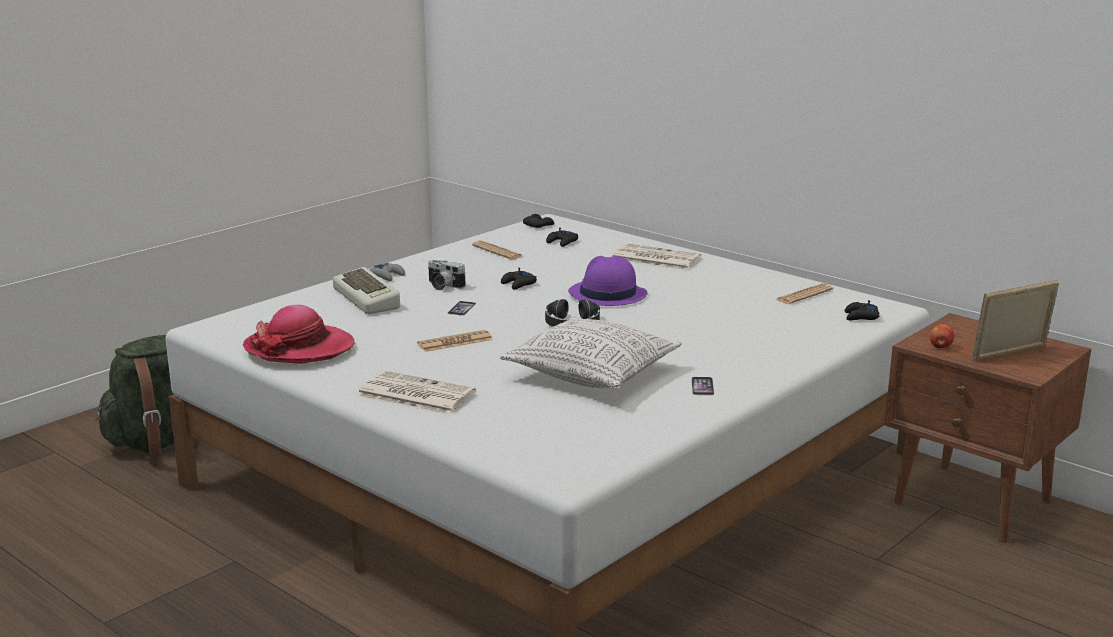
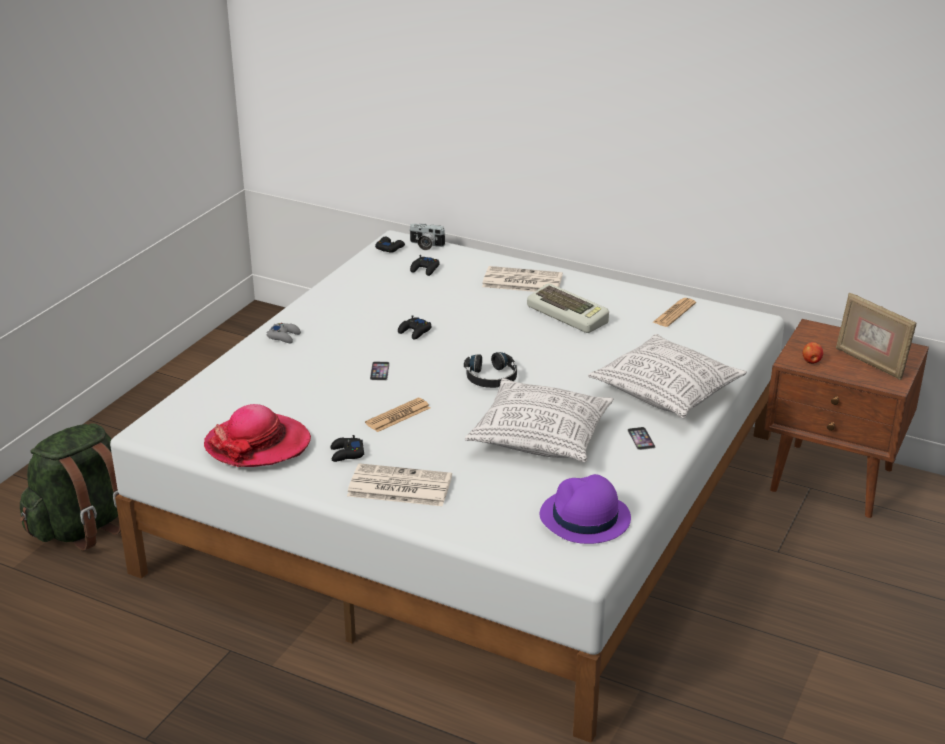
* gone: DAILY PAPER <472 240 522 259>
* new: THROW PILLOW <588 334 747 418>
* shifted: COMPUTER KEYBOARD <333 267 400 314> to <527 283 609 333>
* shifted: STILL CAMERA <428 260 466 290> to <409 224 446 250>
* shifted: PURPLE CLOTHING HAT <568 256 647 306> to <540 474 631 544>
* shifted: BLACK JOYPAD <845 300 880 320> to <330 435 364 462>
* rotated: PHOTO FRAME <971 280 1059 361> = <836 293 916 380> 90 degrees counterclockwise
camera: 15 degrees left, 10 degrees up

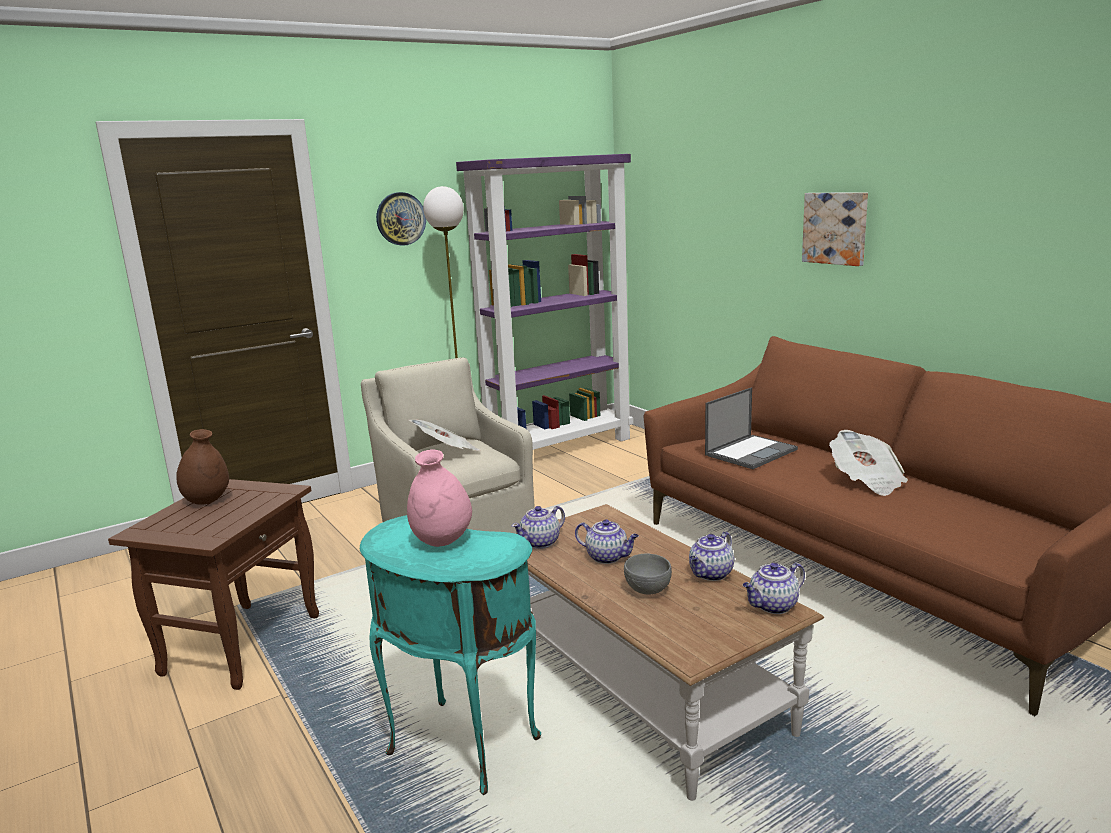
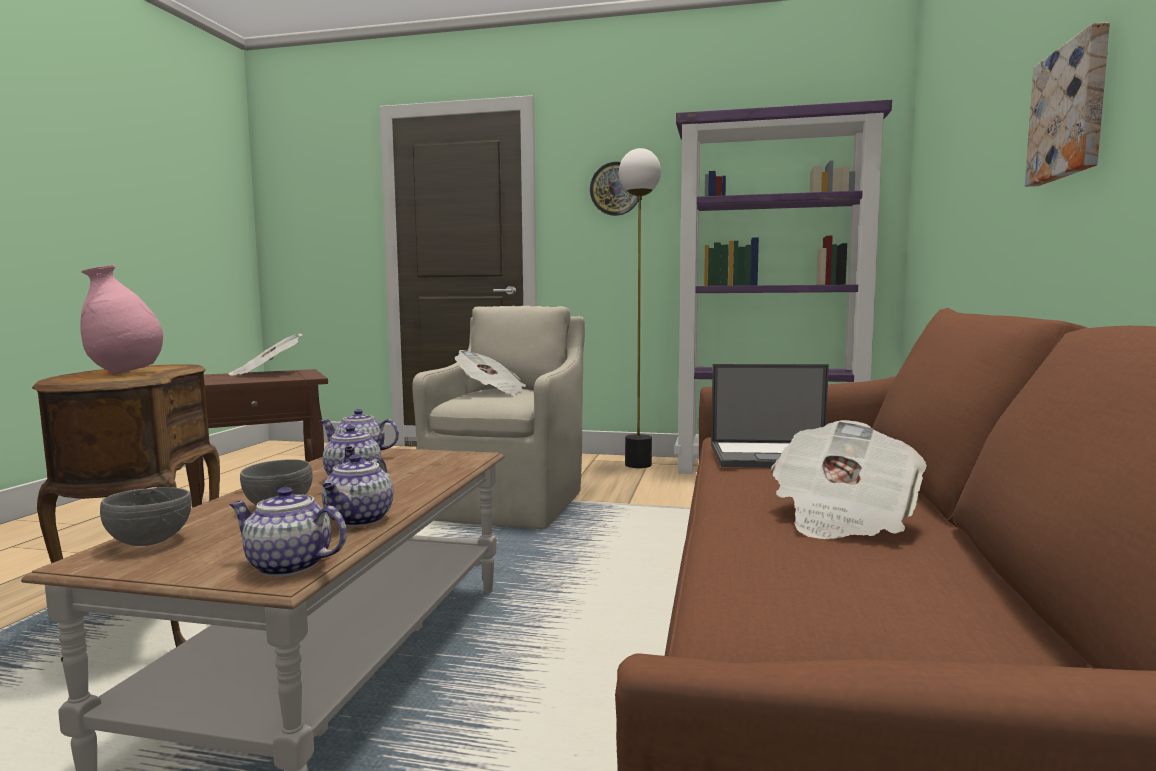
* new: GREY SERVING BOWL <100 487 191 546>
* swapped: BROWNISH VASE <176 429 229 505> to DAILY PAPER <228 334 302 375>
* repainted: BLUE-GREEN ACCENT TABLE <360 515 541 795> to BROWNISH ACCENT TABLE <32 364 220 662>
* rotated: POT FOR TEA <689 532 734 581> = <322 454 393 527> 75 degrees counterclockwise
camera: 45 degrees right, 10 degrees down

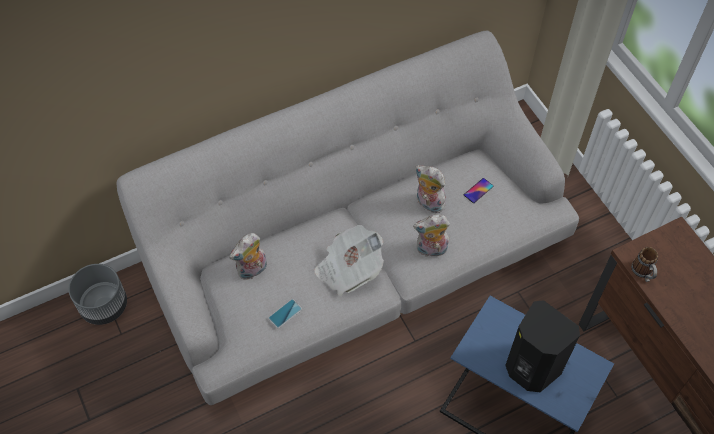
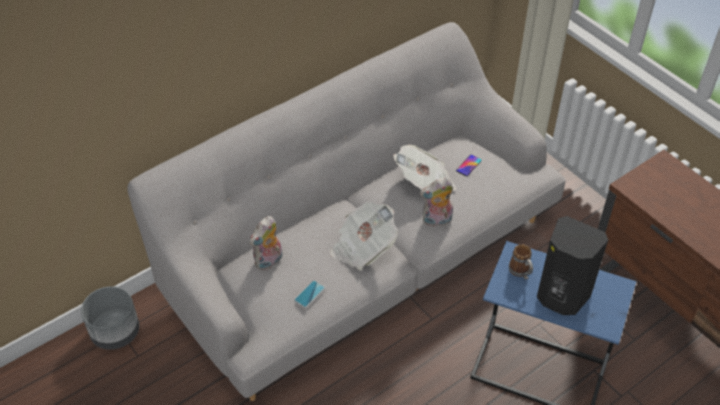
* shifted: COFFEE MUG <631 247 658 282> to <509 244 533 280>
* swapped: CUDDLY TOY <415 165 448 213> to DAILY PAPER <393 145 456 191>
camera: 10 degrees left, 10 degrees down

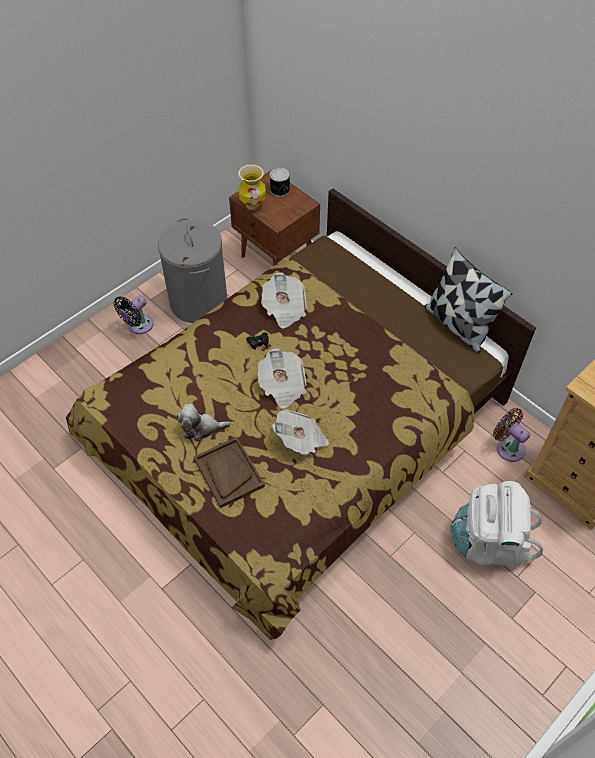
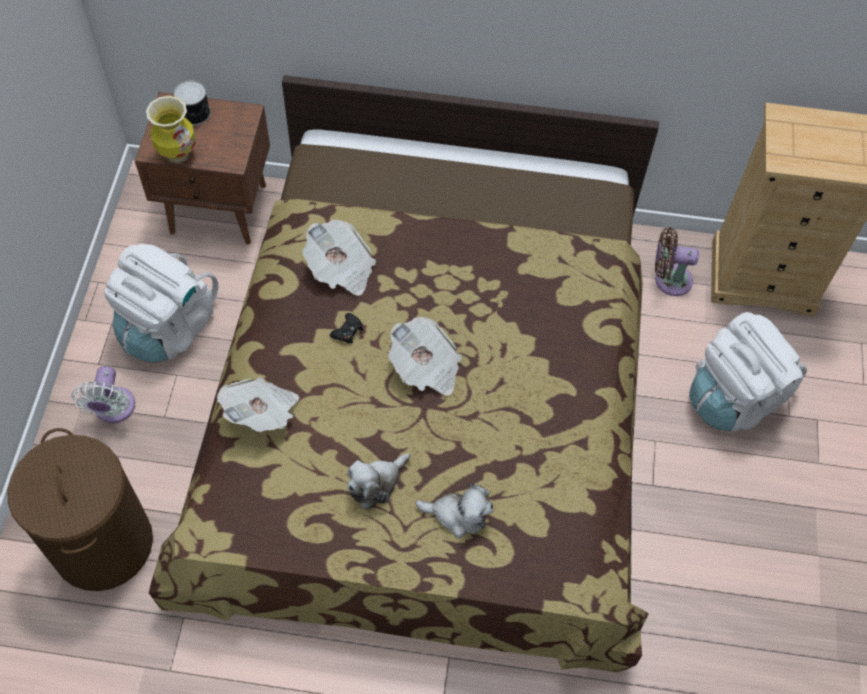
* gone: THROW PILLOW <425 247 513 353>
* new: BROWNISH HAMPER <7 428 153 591>
* shifted: DAILY PAPER <272 409 329 455> to <217 377 299 432>
* swapped: GREY HAMPER <158 218 227 323> to WHITE KNAPSACK <104 244 218 362>
* swapped: BROWNISH CARRYING TRAY <194 437 265 508> to CUDDLY TOY <415 483 493 538>
* repainted: BLACK COOLING FAN <114 296 154 334> to WHITE COOLING FAN <71 366 135 423>
camera: 40 degrees left, 5 degrees up

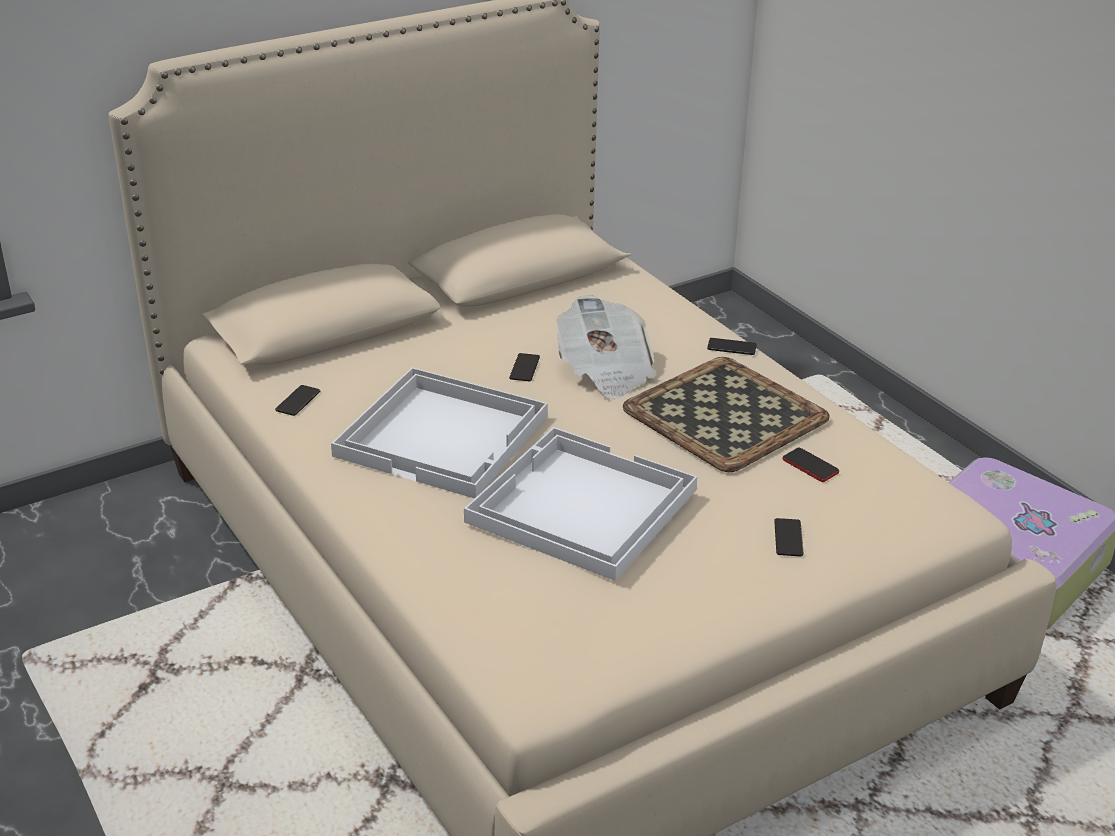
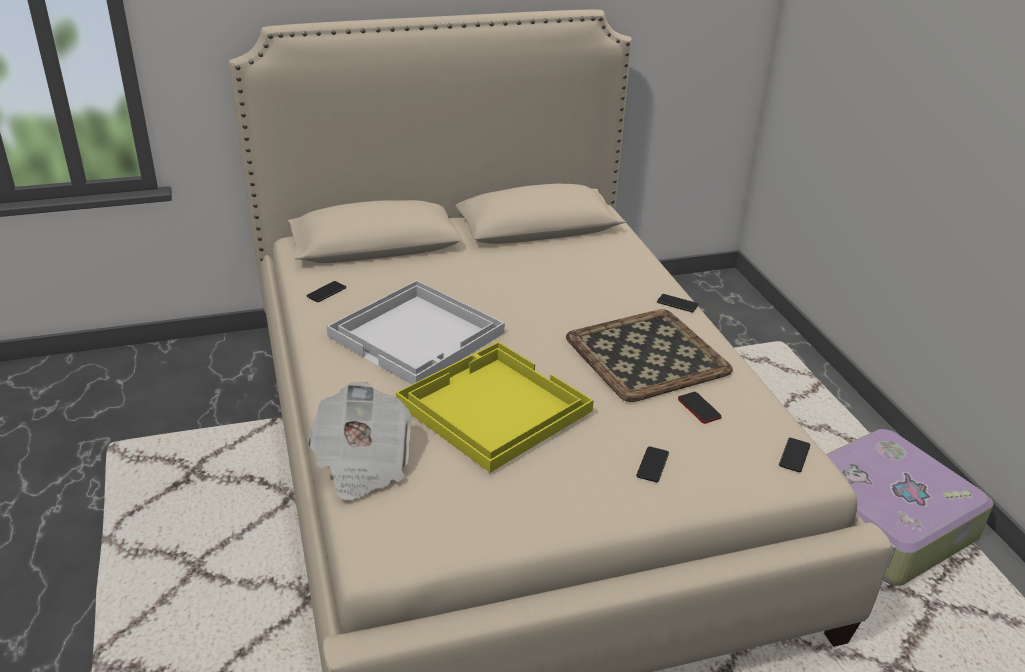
* shifted: PHONE <509 353 540 381> to <779 438 810 472>
* shifted: DAILY PAPER <556 295 656 400> to <308 382 412 500>
* repainted: WHITE CARRYING TRAY <464 427 697 581> to YELLOW-COLOURED CARRYING TRAY <396 342 594 473>
camera: 15 degrees right, 0 degrees up

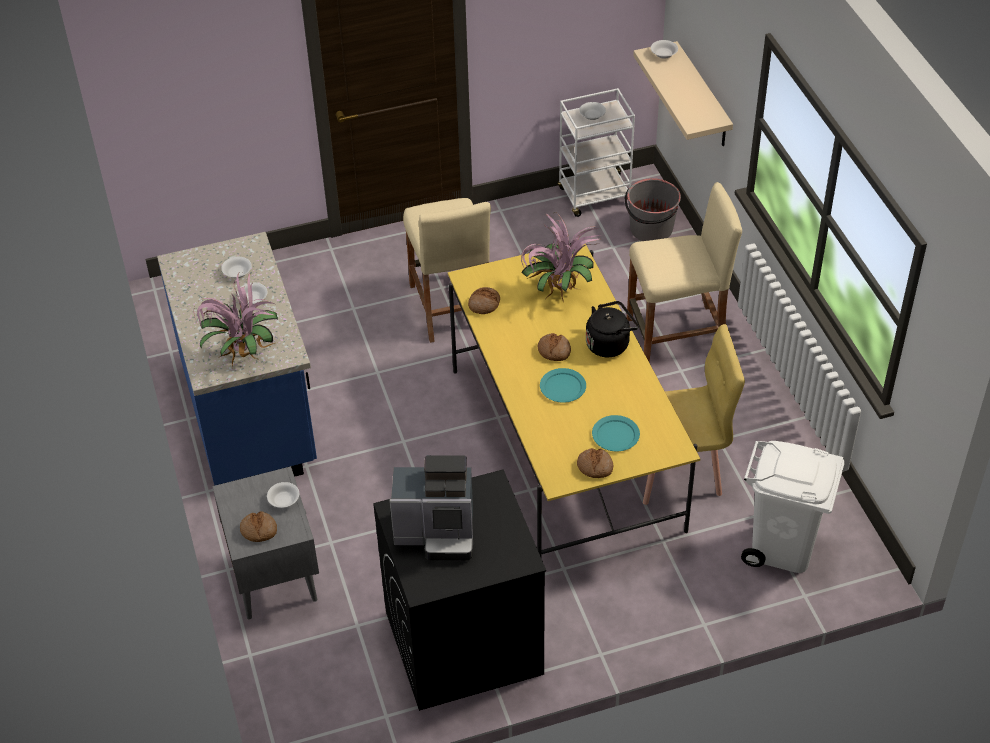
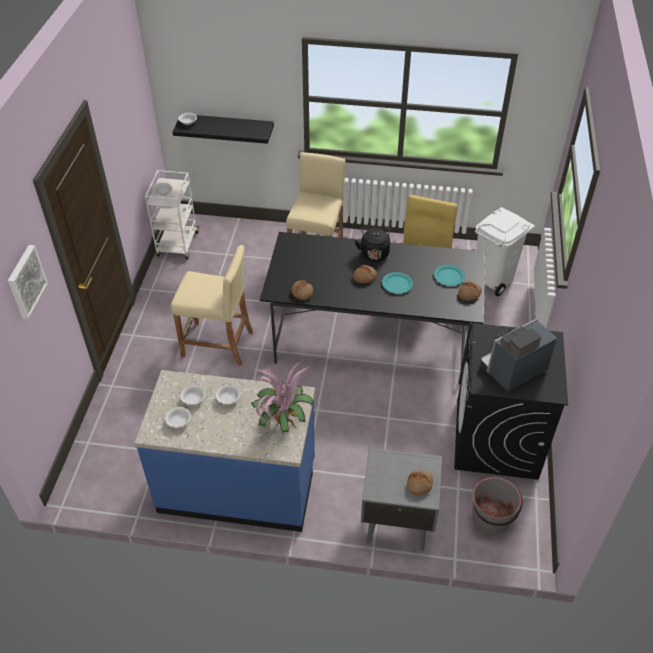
* gone: HOUSEPLANT <521 212 602 302>
* new: WALL PICTURE <8 245 48 319>
* shifted: WHITE SERVING BOWL <267 482 299 508> to <165 407 191 428>
* shifted: GREY WATER BUCKET <625 178 681 241> to <472 477 523 535>
* repainted: YELLOW-COLOURED KITCHEN TABLE <448 240 700 557> to BLACK KITCHEN TABLE <260 232 485 384>
* repainted: SAND-COLOURED WALL SHELF <633 41 733 146> to BLACK WALL SHELF <172 115 274 144>
* rotated: COFFEE MAKER <389 455 473 560> = <480 318 557 392> 150 degrees counterclockwise
camera: 65 degrees left, 0 degrees up

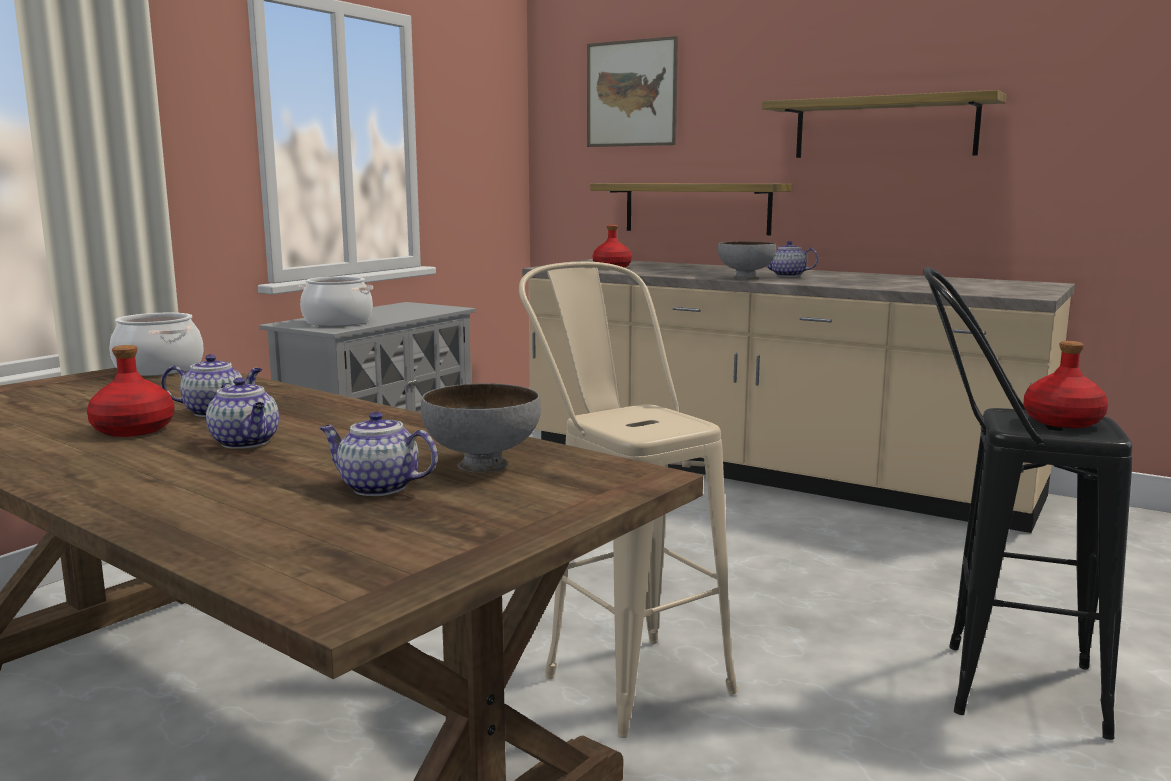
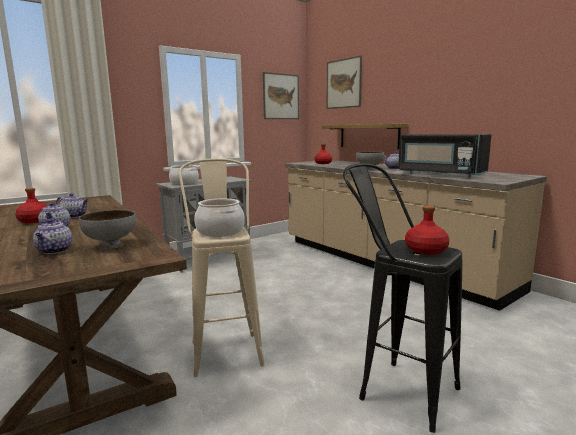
* gone: WALL SHELF <762 90 1007 158>
* new: WALL PICTURE <263 72 299 119>
* new: BLACK MICROWAVE OVEN <398 134 491 178>
* shifted: STOCKPOT <110 313 204 376> to <194 199 245 237>
* rotated: POT FOR TEA <320 411 438 496> = <33 219 72 254> 135 degrees counterclockwise
camera: 20 degrees right, 0 degrees up

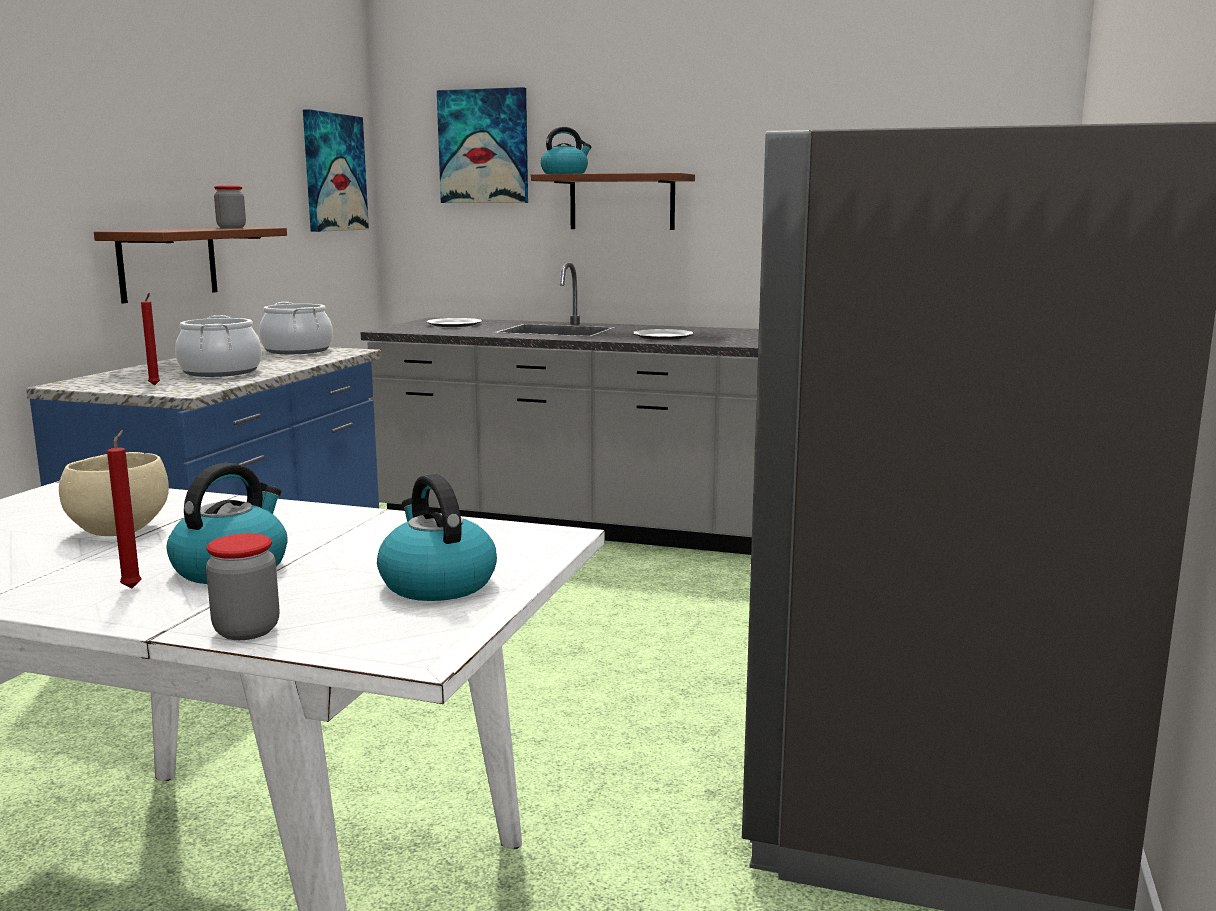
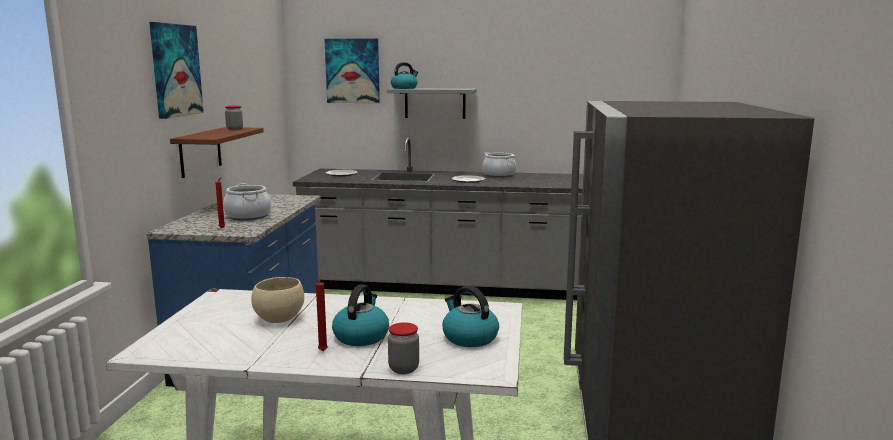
* shifted: STOCKPOT <259 302 333 354> to <483 152 516 178>
* shifted: WALL PICTURE <303 109 369 232> to <149 22 204 119>
* repainted: BROWNISH WALL SHELF <531 173 695 230> to GREY WALL SHELF <387 88 477 119>
camera: 10 degrees left, 0 degrees up

